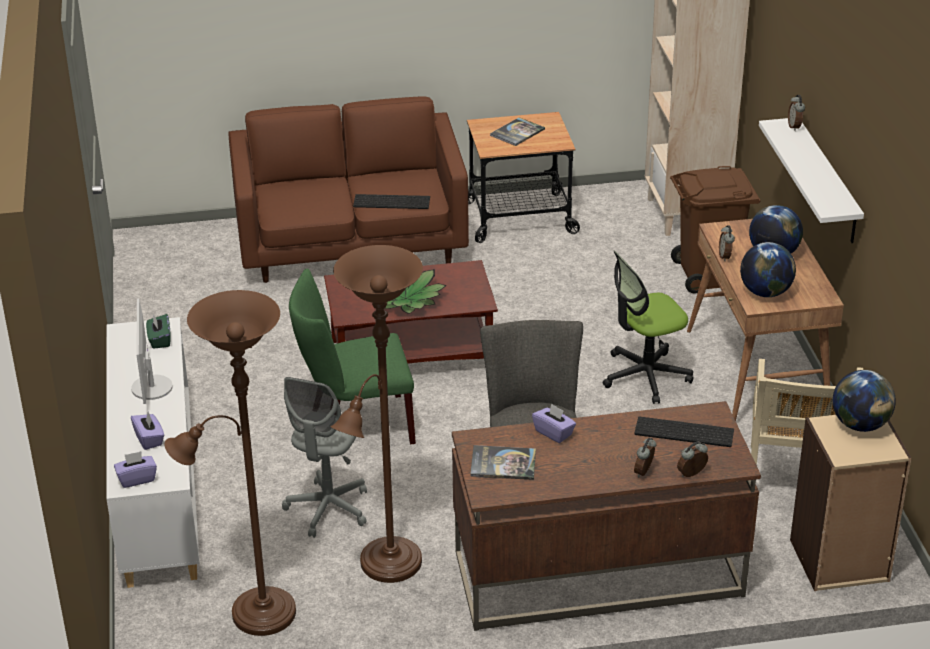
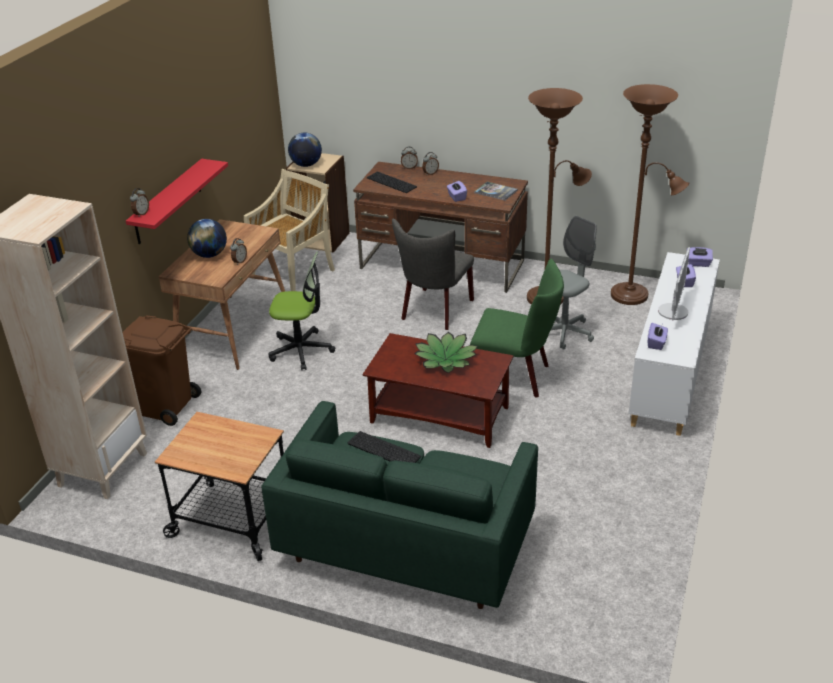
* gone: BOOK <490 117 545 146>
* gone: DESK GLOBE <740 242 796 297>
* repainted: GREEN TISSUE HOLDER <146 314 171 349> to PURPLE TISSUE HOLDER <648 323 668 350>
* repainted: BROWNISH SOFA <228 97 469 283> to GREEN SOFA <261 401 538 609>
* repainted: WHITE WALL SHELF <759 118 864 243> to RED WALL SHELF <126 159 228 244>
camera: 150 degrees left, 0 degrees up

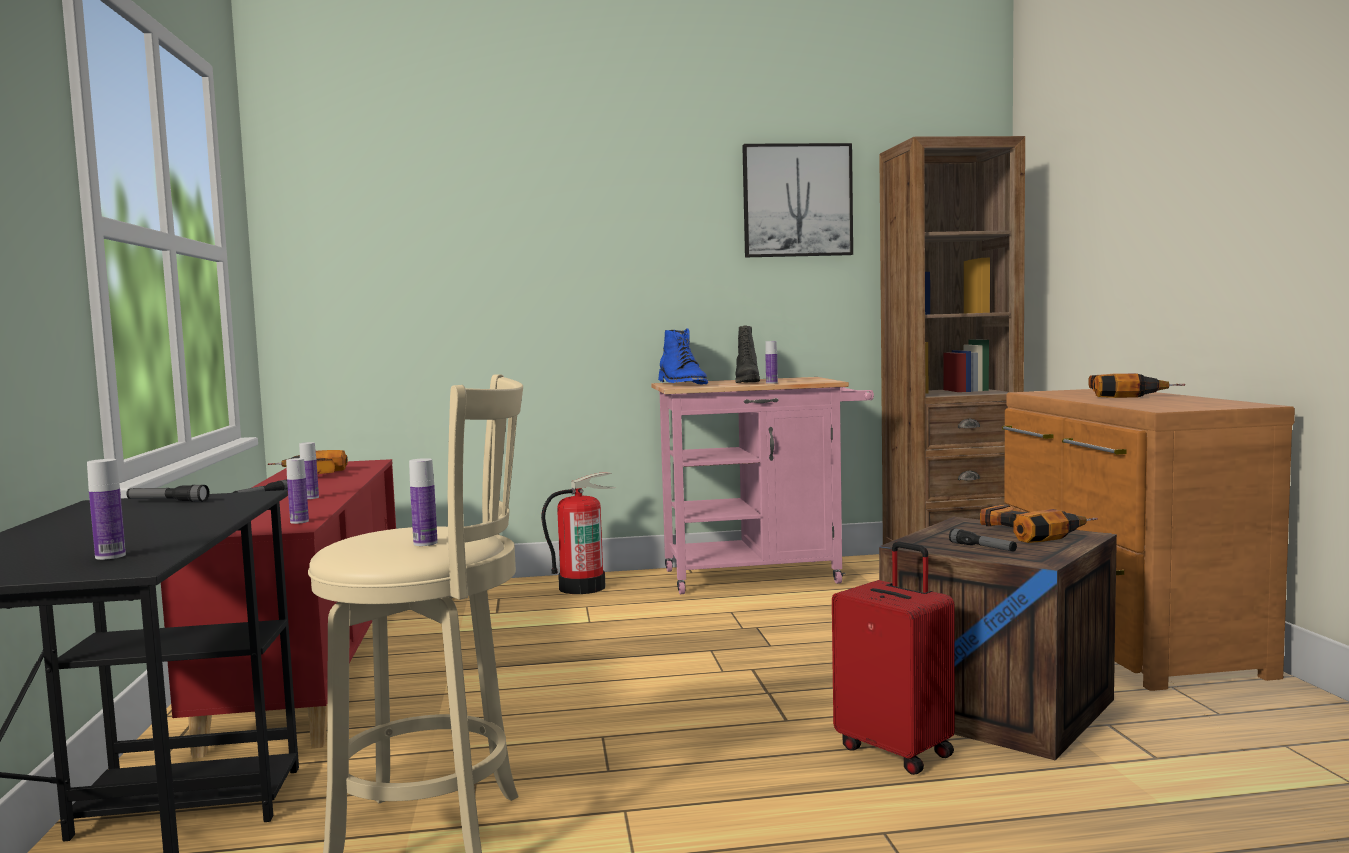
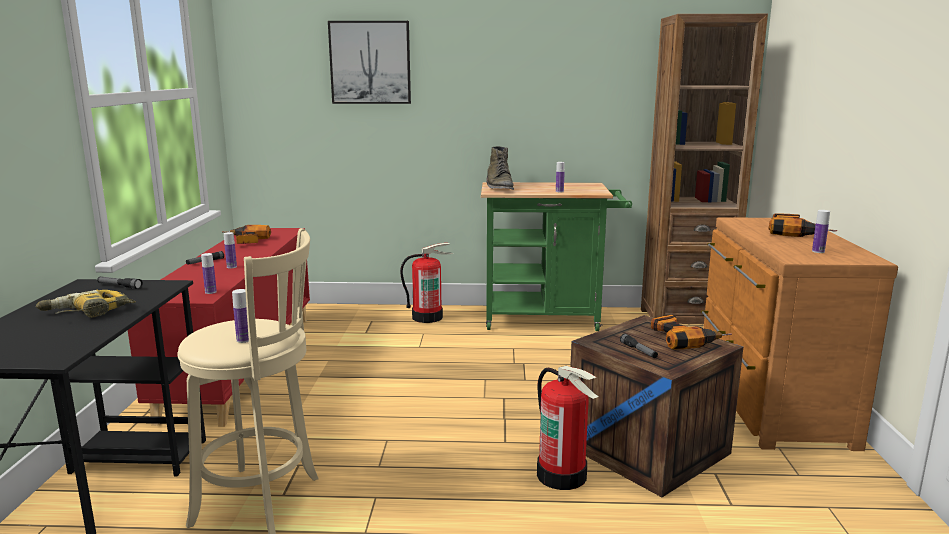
* gone: BLACK HIGH-TOP BOOT <736 325 760 383>
* new: DRILL <36 290 136 318>
* shifted: DRINK BOTTLE <87 459 126 560> to <812 210 830 253>
* shifted: WALL PICTURE <742 143 853 257> to <328 21 411 104>
* swapped: RED SUITCASE <832 541 955 775> to EXTINGUISHER <537 366 599 490>
* repainted: PINK-COLOURED TROLLEY <651 377 874 594> to GREEN TROLLEY <481 182 632 331>
* repainted: BLUE-COLOURED HIGH-TOP BOOT <658 329 708 385> to GREEN HIGH-TOP BOOT <486 146 514 190>
camera: 10 degrees right, 10 degrees up

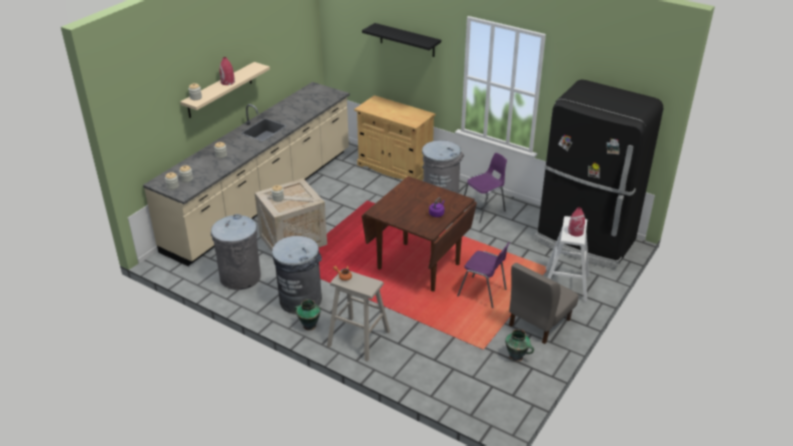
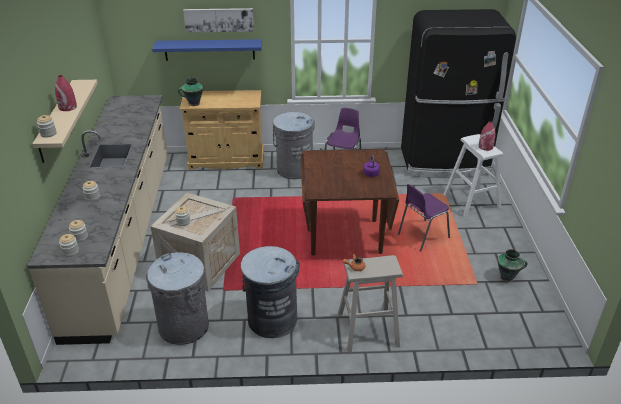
* gone: GREY UPRIGHT CHAIR <509 263 578 344>
* new: BLUE-COLOURED WALL SHELF <152 39 262 61>
* shifted: VASE <294 299 321 330> to <178 77 203 106>
* swapped: BLACK WALL SHELF <362 23 441 57> to WALL PICTURE <183 8 254 33>
* rotated: PURPLE UPRIGHT CHAIR <457 242 510 308> = <398 184 450 252> 150 degrees clockwise
camera: 35 degrees left, 0 degrees up

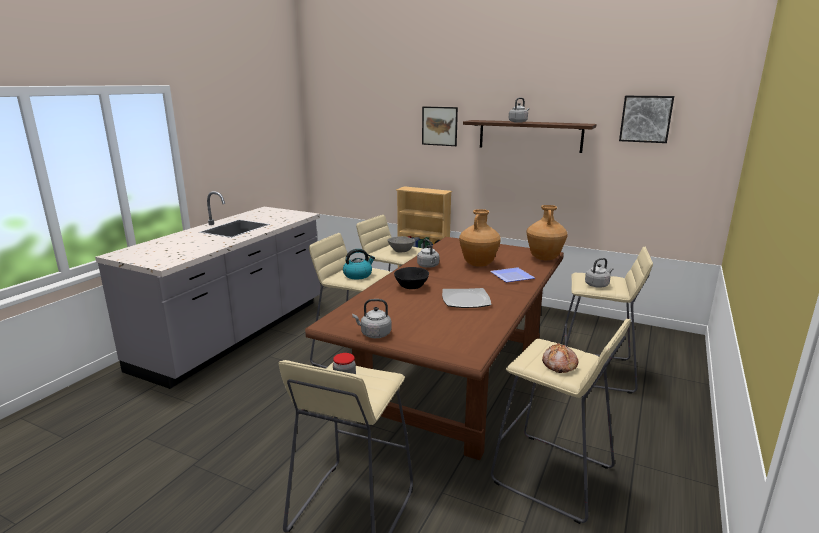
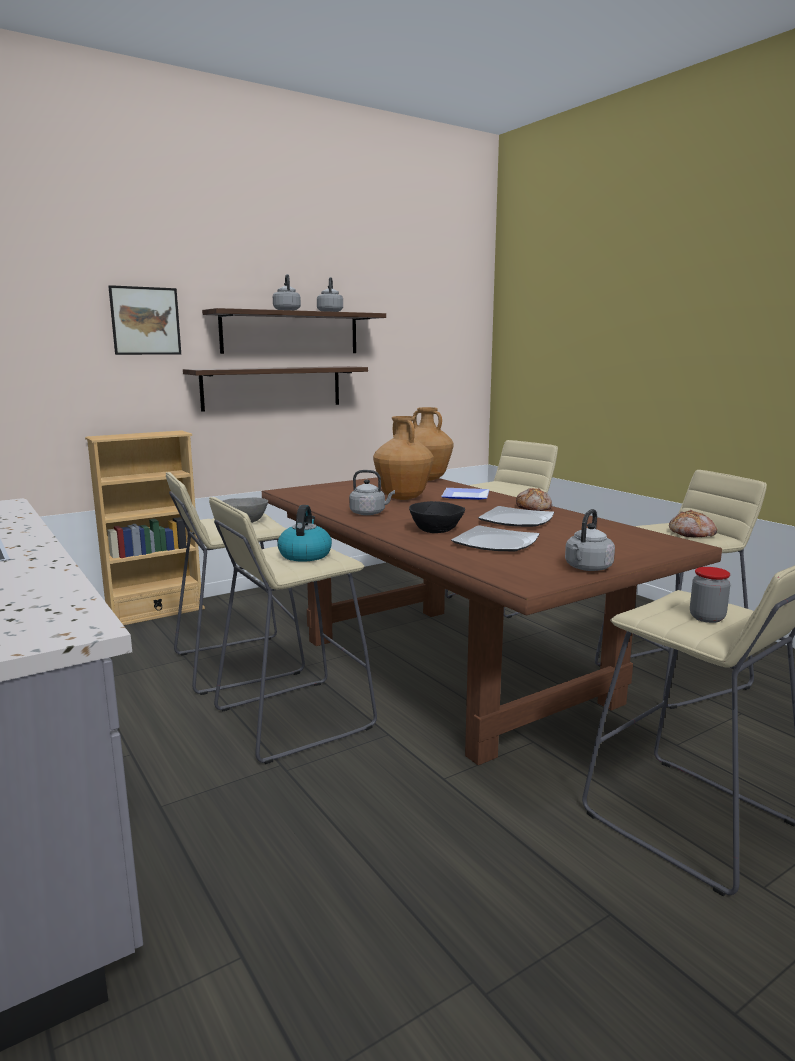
* gone: WALL PICTURE <619 96 674 143>
* new: WALL SHELF <183 366 368 412>
* new: PLATE <451 525 540 552>
* new: BAKED BREAD <516 488 552 511>
* shifted: GREY TEA KETTLE <585 258 613 288> to <317 277 343 312>
camera: 60 degrees left, 5 degrees down

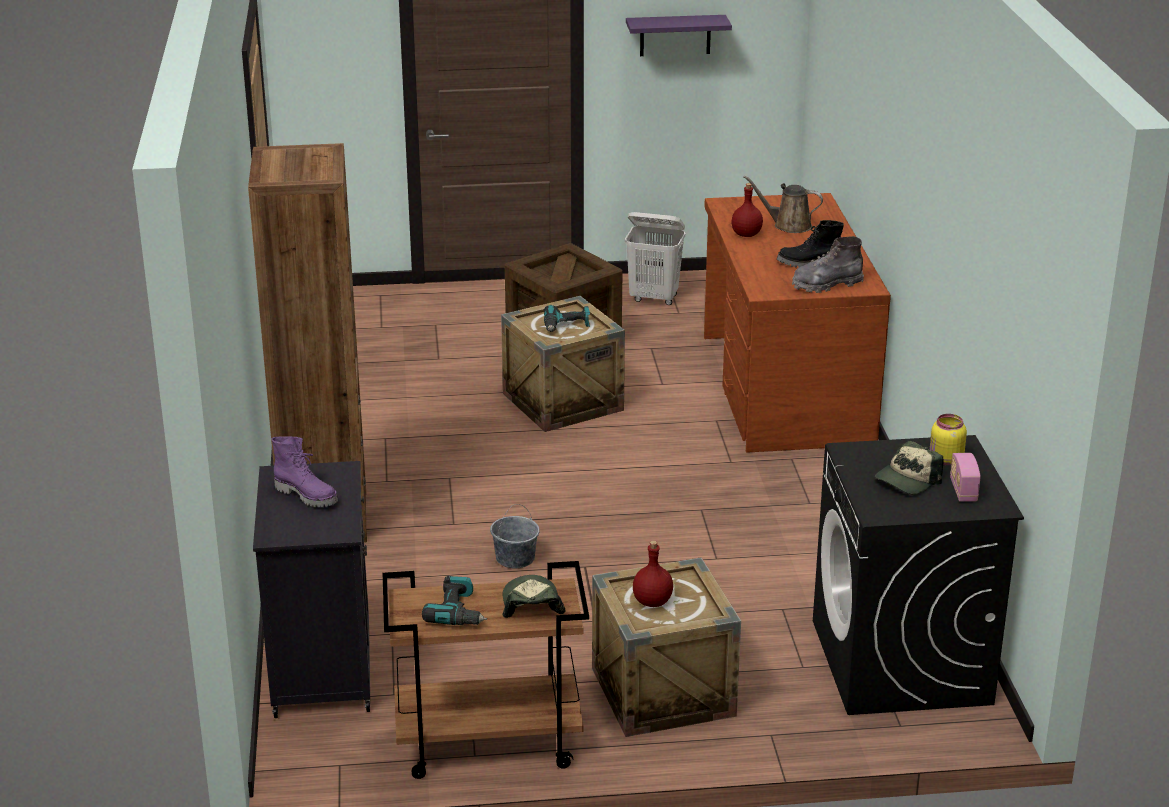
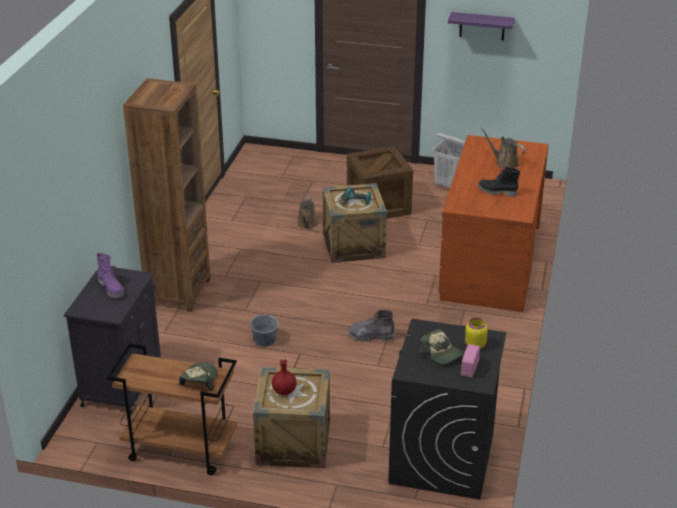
* gone: DRILL <422 576 487 625>
* gone: RED DRINK BOTTLE <731 183 763 237>
* new: BROWNISH WATERING CAN <297 197 319 229>
* shifted: GREY HIGH-TOP BOOT <792 236 864 293> to <348 310 395 342>
* rotated: BASEBALL CAP <875 441 944 495> = <419 329 463 365> 105 degrees counterclockwise
camera: 20 degrees right, 5 degrees up

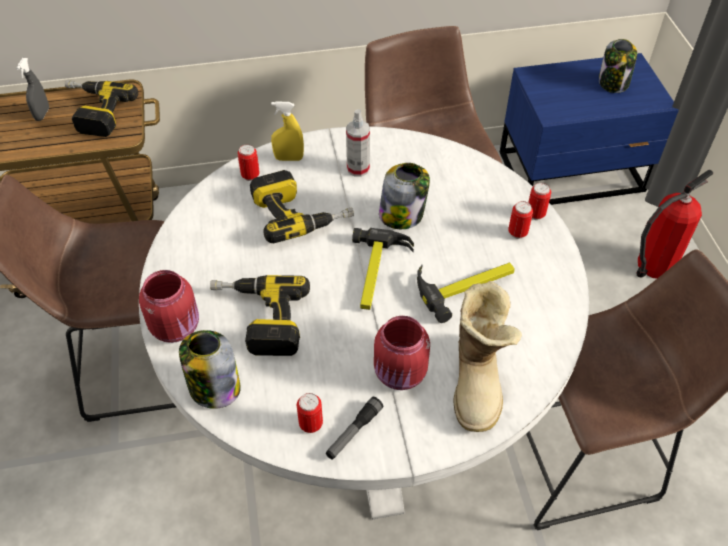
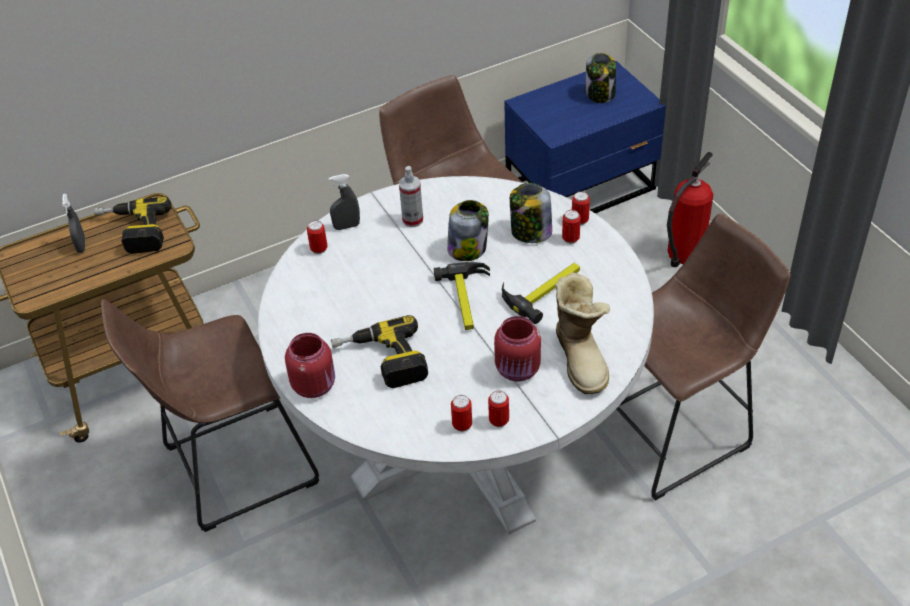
* gone: DRILL <250 170 354 243>
* shifted: STORAGE JAR <179 330 241 409> to <510 183 552 243>
* swapped: FLASHLIGHT <326 397 384 460> to SEALED CAN <488 391 509 428>
* repainted: YELLOW-COLOURED SPRAY BOTTLE <271 101 304 161> to GREY SPRAY BOTTLE <329 174 360 230>
camera: 15 degrees left, 5 degrees down

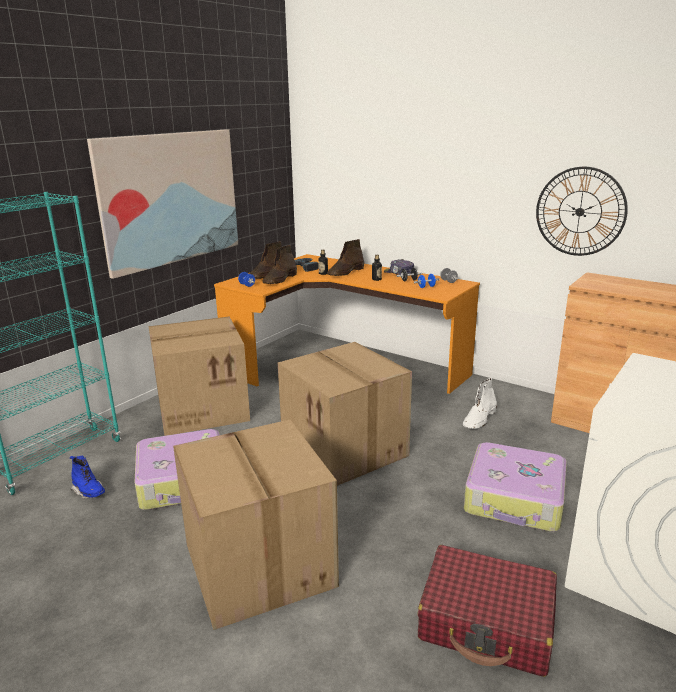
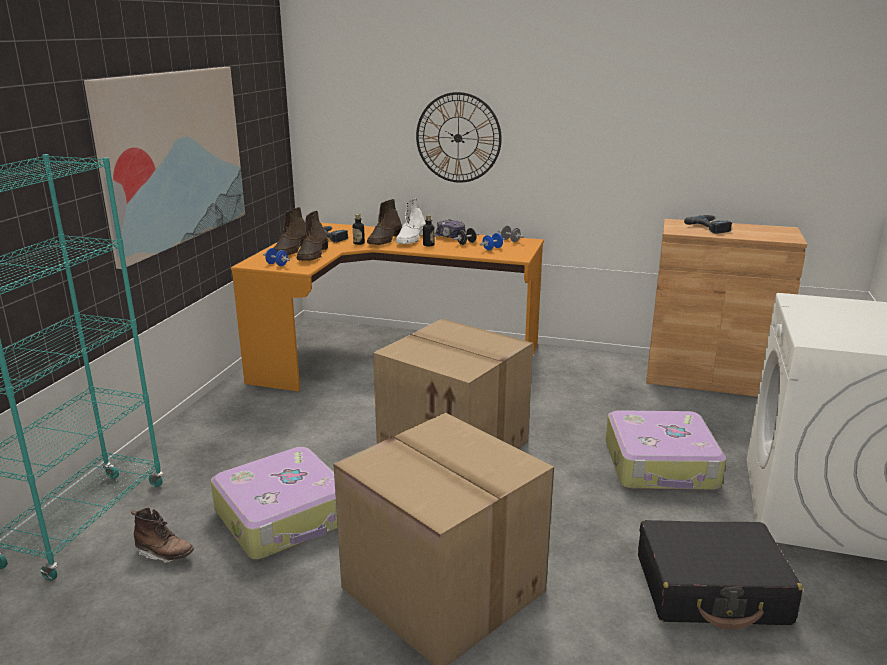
* gone: CARDBOARD BOX <148 317 250 436>
* new: DRILL <684 215 733 234>
* shifted: WHITE HIGH-TOP BOOT <463 378 497 429> to <396 198 426 244>
* shifted: WALL CLOCK <536 167 628 256> to <416 92 502 183>
* repainted: BLUE-COLOURED HIGH-TOP BOOT <70 456 105 498> to BROWNISH HIGH-TOP BOOT <131 508 194 563>
* repainted: RED SUITCASE <417 545 557 677> to BLACK SUITCASE <638 520 803 630>
camera: 20 degrees left, 0 degrees up

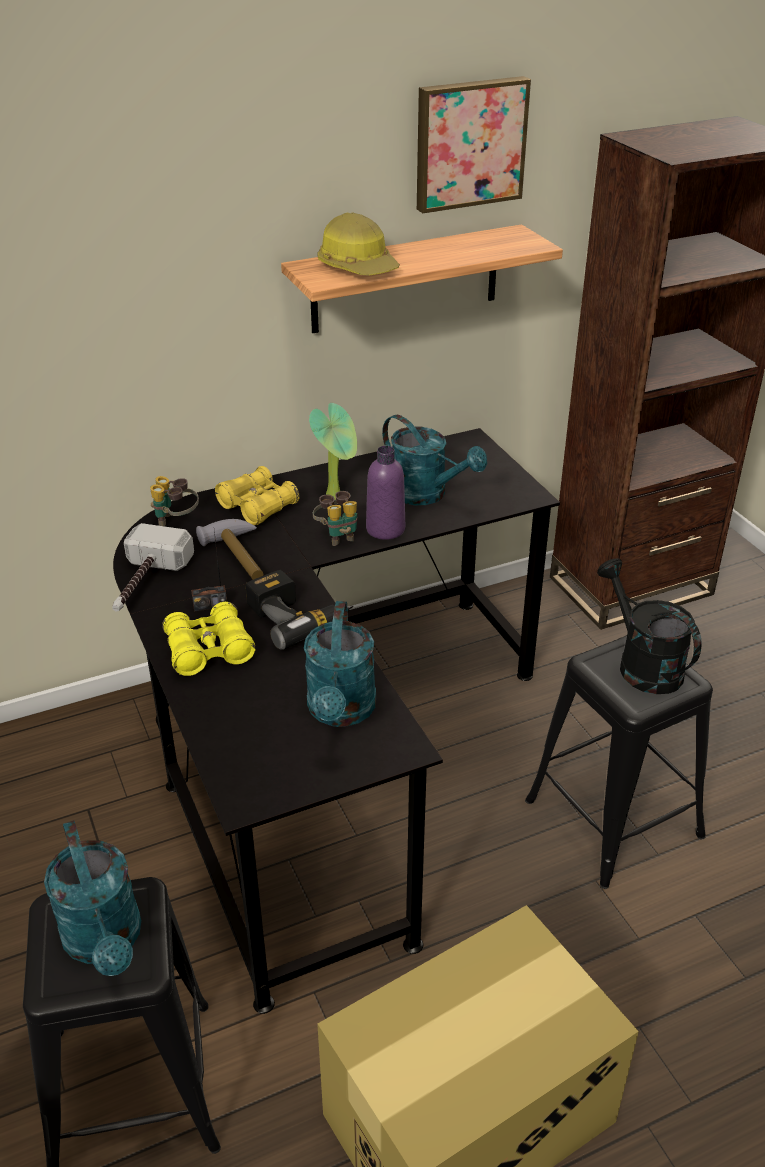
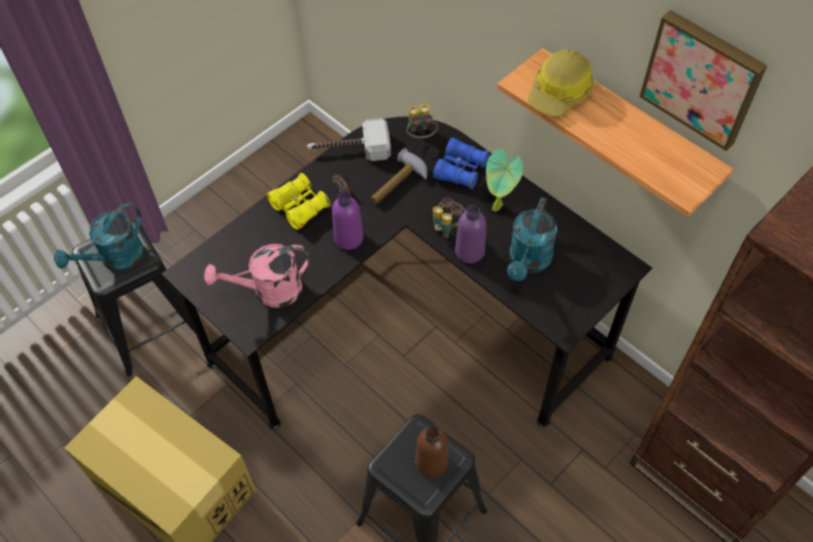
* swapped: DRILL <246 570 353 650> to PURPLE DRINK BOTTLE <332 191 364 250>
* swapped: BLACK WATERING CAN <597 558 702 694> to BROWNISH DRINK BOTTLE <415 426 448 478>
* repainted: YELLOW-COLOURED BINOCULARS <215 466 300 526> to BLUE-COLOURED BINOCULARS <433 138 490 189>
* repainted: BLUE-GREEN WATERING CAN <304 601 376 727> to PINK-COLOURED WATERING CAN <204 244 309 308>
camera: 70 degrees right, 20 degrees up

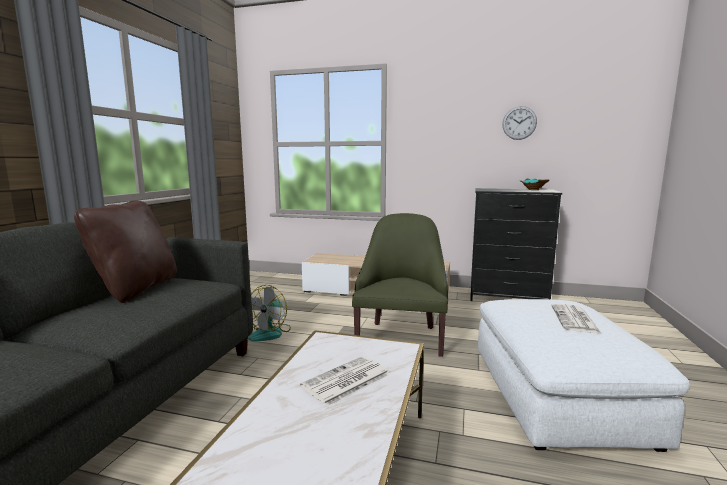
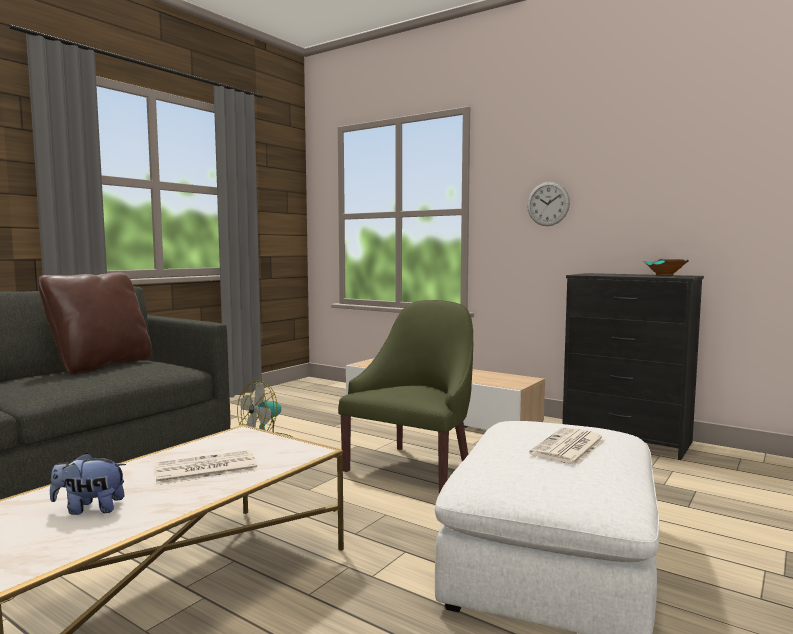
* new: CUDDLY TOY <50 453 126 515>
* shifted: WALL CLOCK <502 106 537 140> to <527 182 570 226>
camera: 20 degrees right, 5 degrees down

